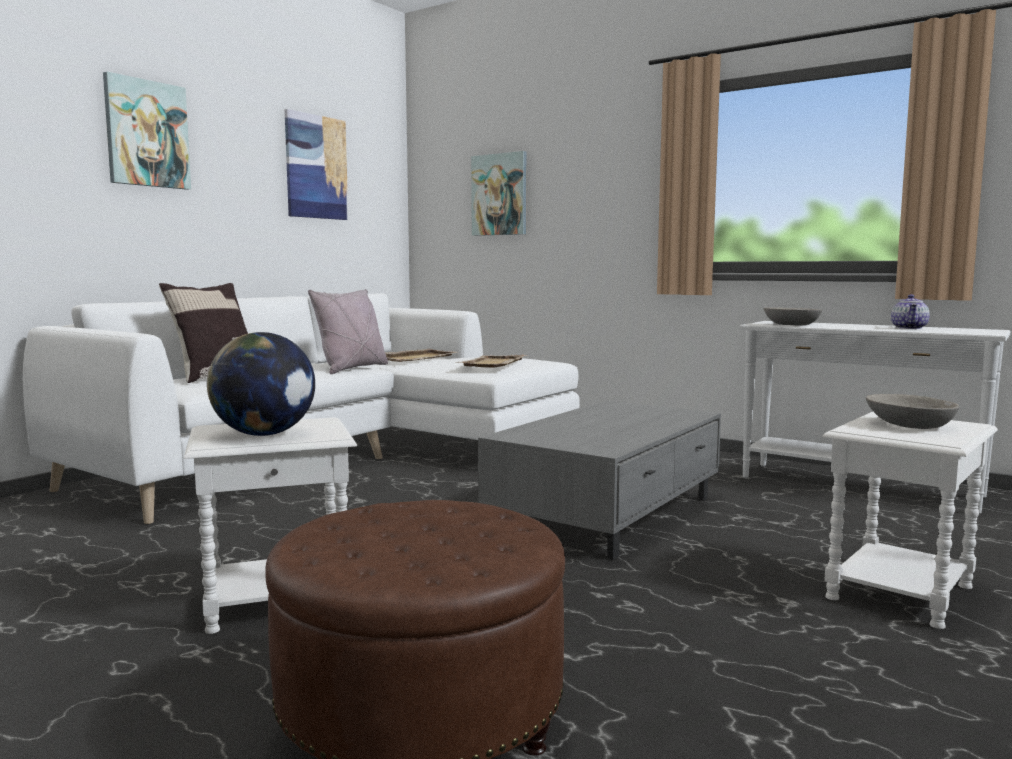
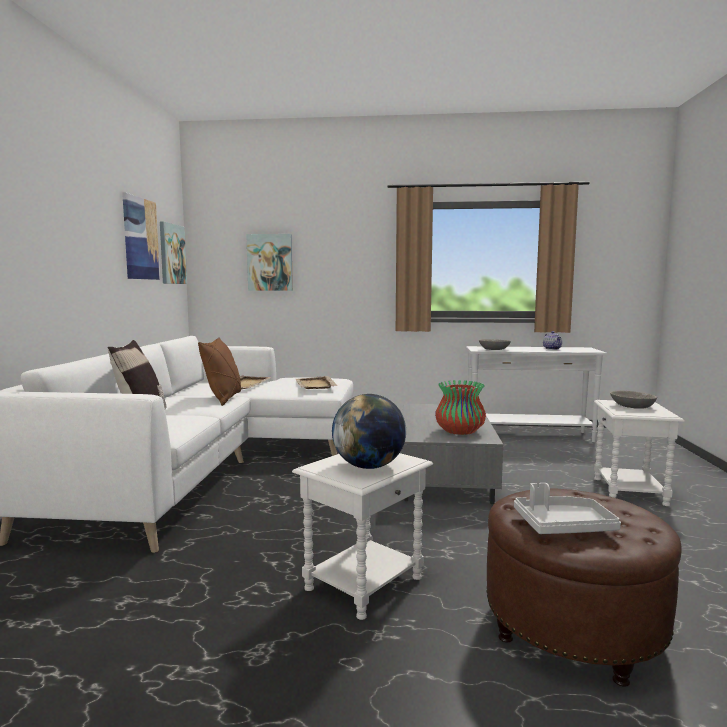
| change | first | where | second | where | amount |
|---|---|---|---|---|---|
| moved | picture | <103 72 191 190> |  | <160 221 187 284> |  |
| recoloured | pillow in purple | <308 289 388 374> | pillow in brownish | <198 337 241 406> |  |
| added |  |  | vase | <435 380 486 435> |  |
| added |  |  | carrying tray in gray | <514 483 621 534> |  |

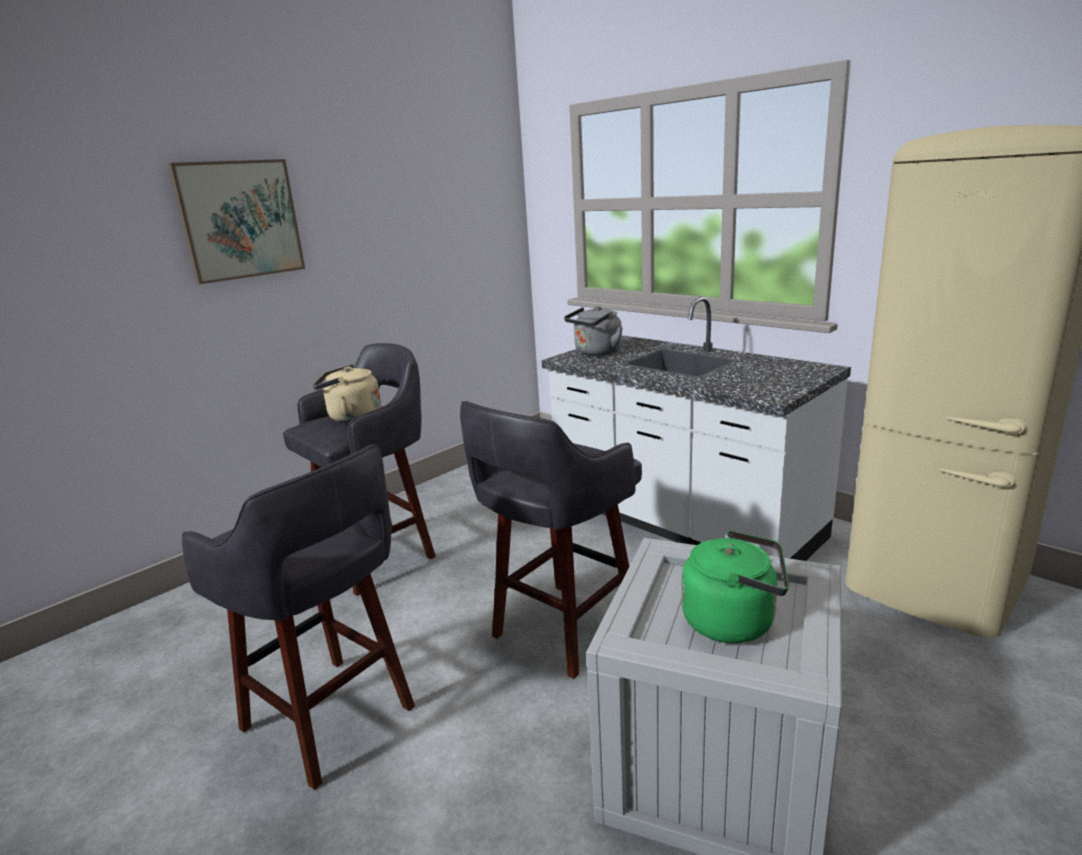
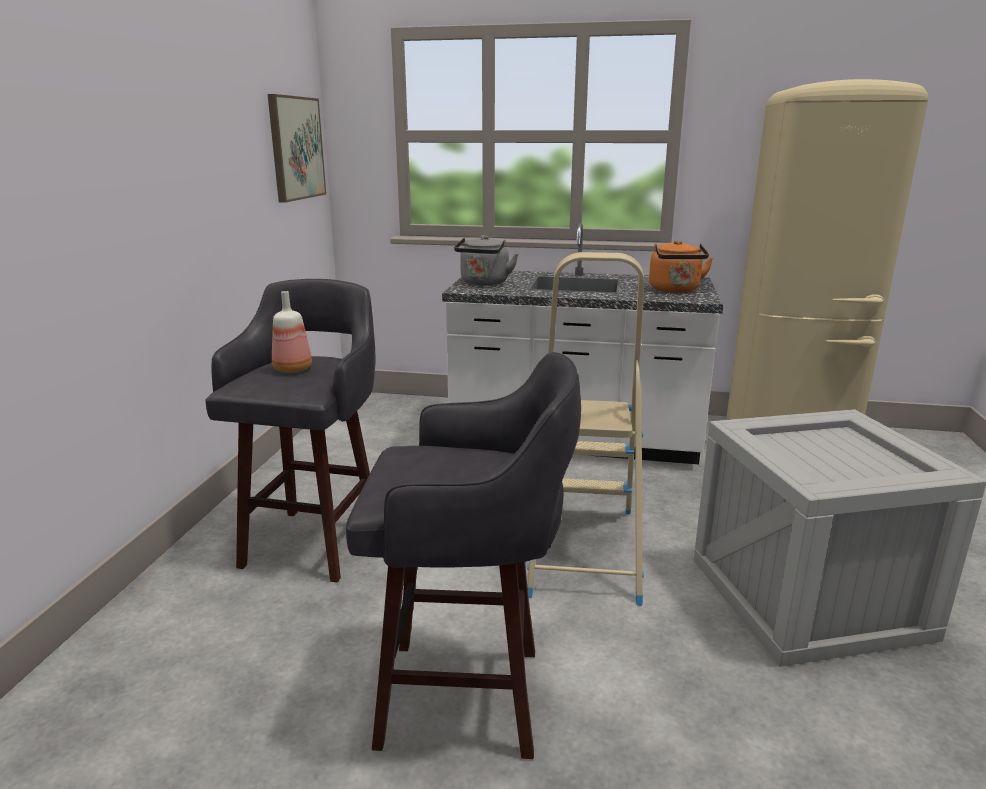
| change | first | where | second | where | amount |
|---|---|---|---|---|---|
| moved | picture | <168 159 305 284> |  | <268 94 326 203> |  |
| replaced | tea kettle in sand-coloured | <313 364 381 423> | beverage bottle | <272 291 312 373> |  |
| replaced | stool seat in gray | <460 401 642 679> | step stool in sand-coloured | <527 252 644 606> |  |
| removed | tea kettle in green-coloured | <682 530 789 643> |  |  |  |
| added |  |  | tea kettle in orange | <649 240 713 293> |  |

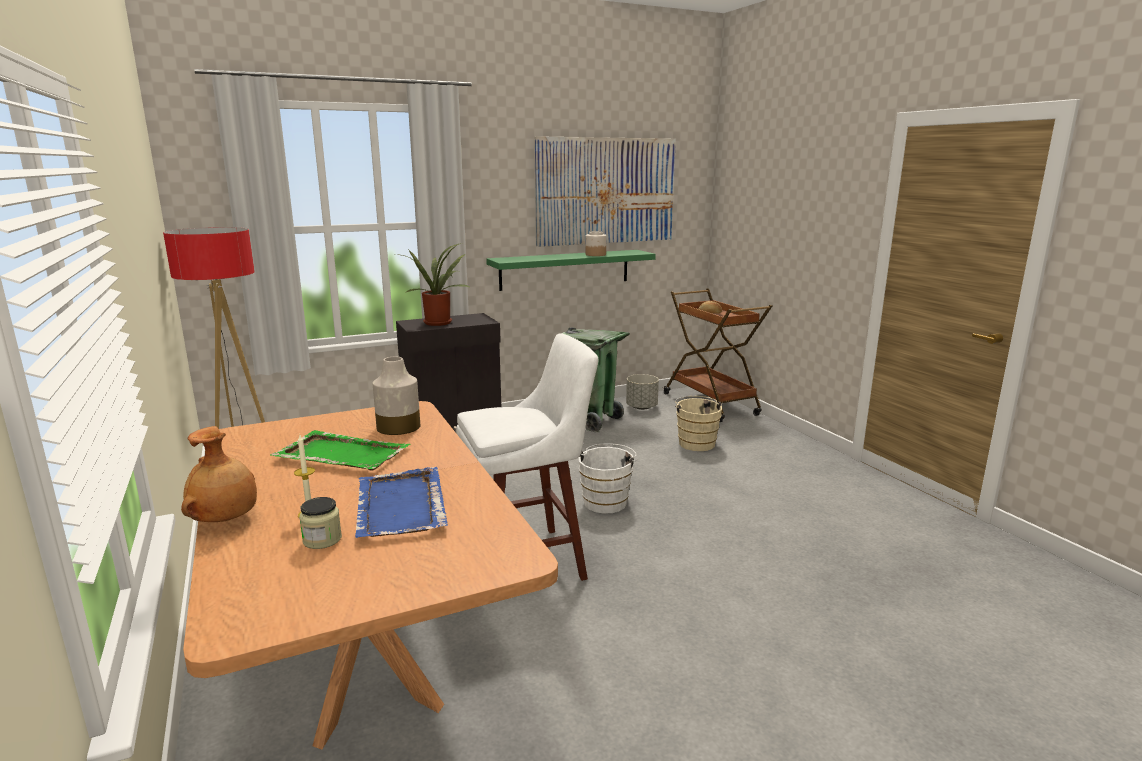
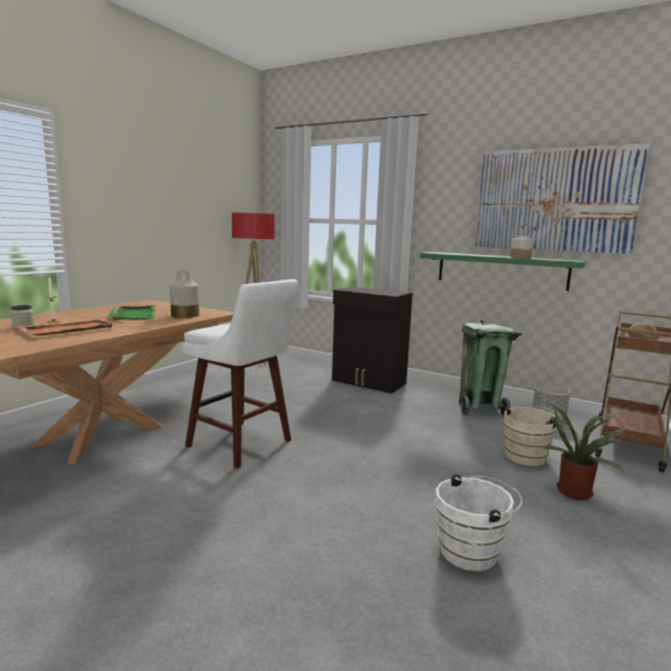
| change | first | where | second | where | amount |
|---|---|---|---|---|---|
| removed | vase in brownish | <181 426 257 522> |  |  |  |
| recoloured | carrying tray in blue-coloured | <355 467 448 538> | carrying tray in orange | <17 319 118 336> |  |
| moved | houseplant | <395 243 472 326> |  | <540 402 636 500> |  |
| moved | water bucket in white-coloured | <578 444 638 514> |  | <435 474 522 571> |  |

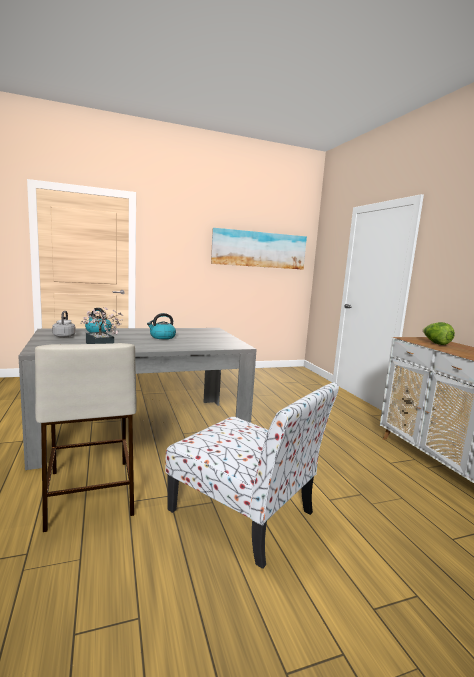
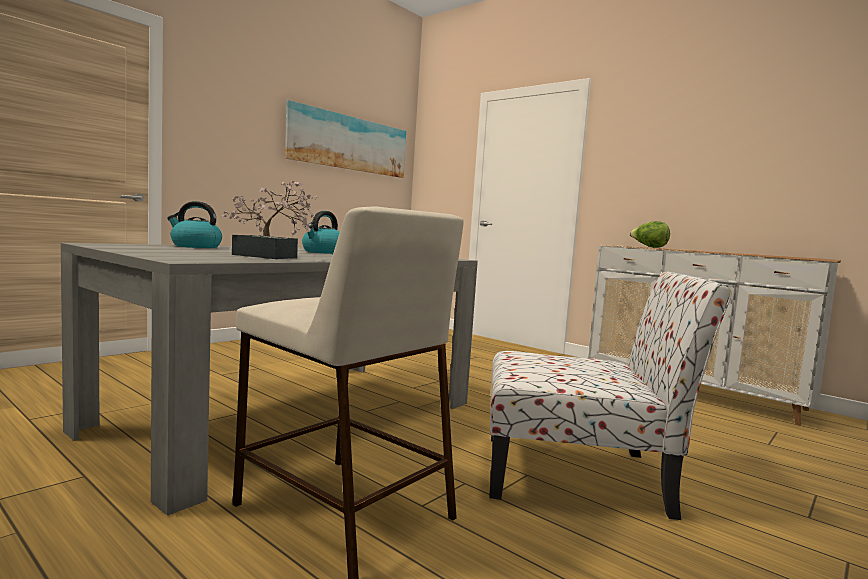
| change | first | where | second | where | amount |
|---|---|---|---|---|---|
| removed | tea kettle in gray | <52 311 76 338> |  |  |  |

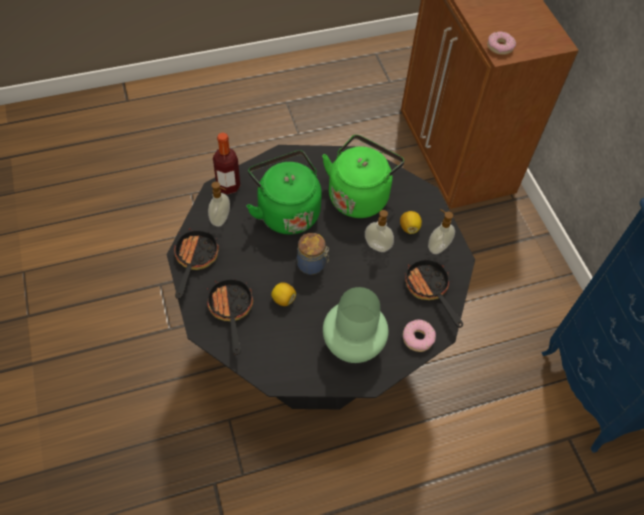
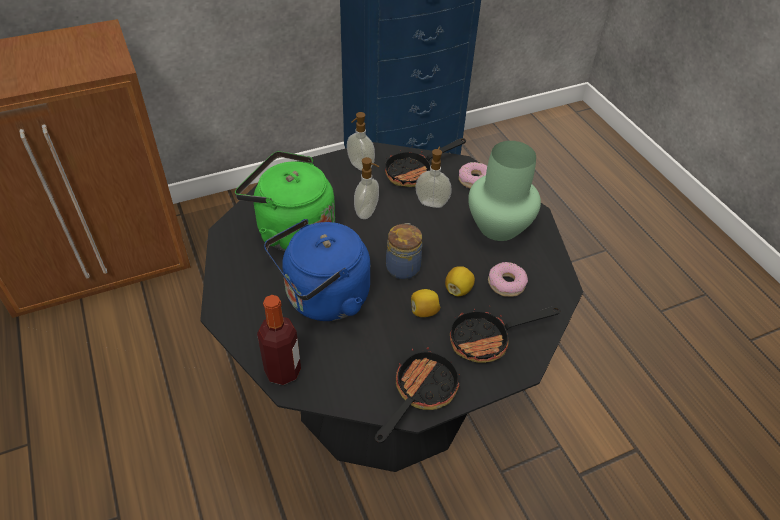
| change | first | where | second | where | amount |
|---|---|---|---|---|---|
| turned | frying pan | <174 228 219 299> |  | <375 347 460 443> | 120 degrees clockwise |
| moved | soap bottle | <208 182 230 227> |  | <416 147 451 208> |  |
| recoloured | tea kettle in green-coloured | <246 150 322 235> | tea kettle in blue-coloured | <264 219 370 321> |  |
| moved | citrus fruit | <400 211 422 234> |  | <411 289 440 317> |  |
| moved | ring doughnut | <487 32 516 55> |  | <488 262 528 297> |  |

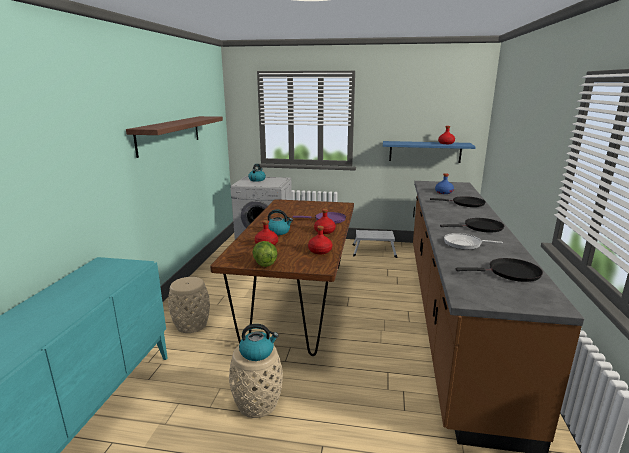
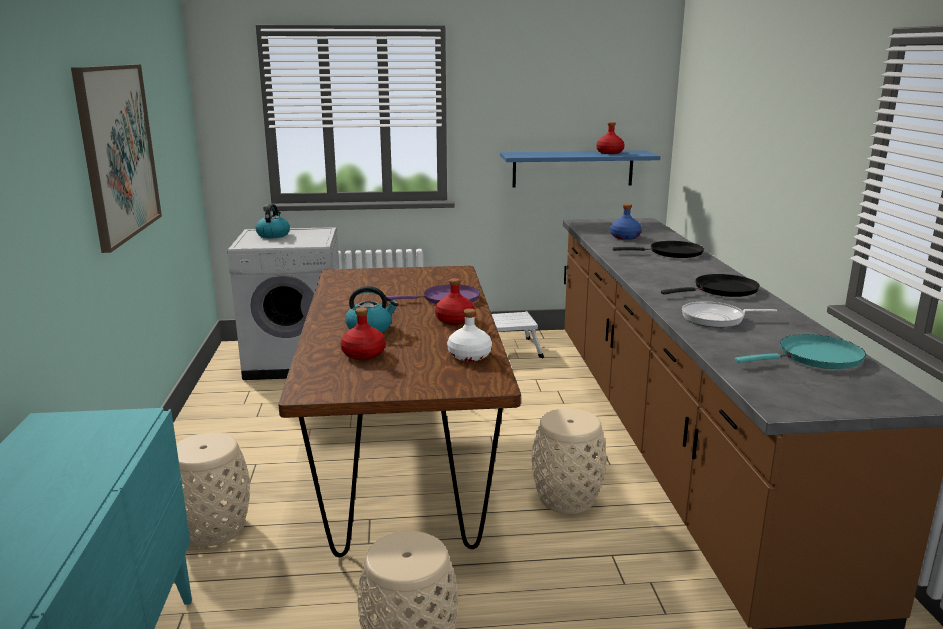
| change | first | where | second | where | amount |
|---|---|---|---|---|---|
| replaced | wall shelf | <126 116 223 158> | picture | <71 65 162 253> |  |
| removed | tea kettle | <239 324 279 361> |  |  |  |
| removed | lettuce | <252 241 277 267> |  |  |  |
| recoloured | beverage bottle in red | <308 226 333 254> | beverage bottle in white-coloured | <447 308 492 361> |  |
| recoloured | frying pan in black | <455 258 543 282> | frying pan in turquoise | <735 334 866 369> |  |
| added |  |  | stool seat in sand-coloured | <532 408 607 514> |  |

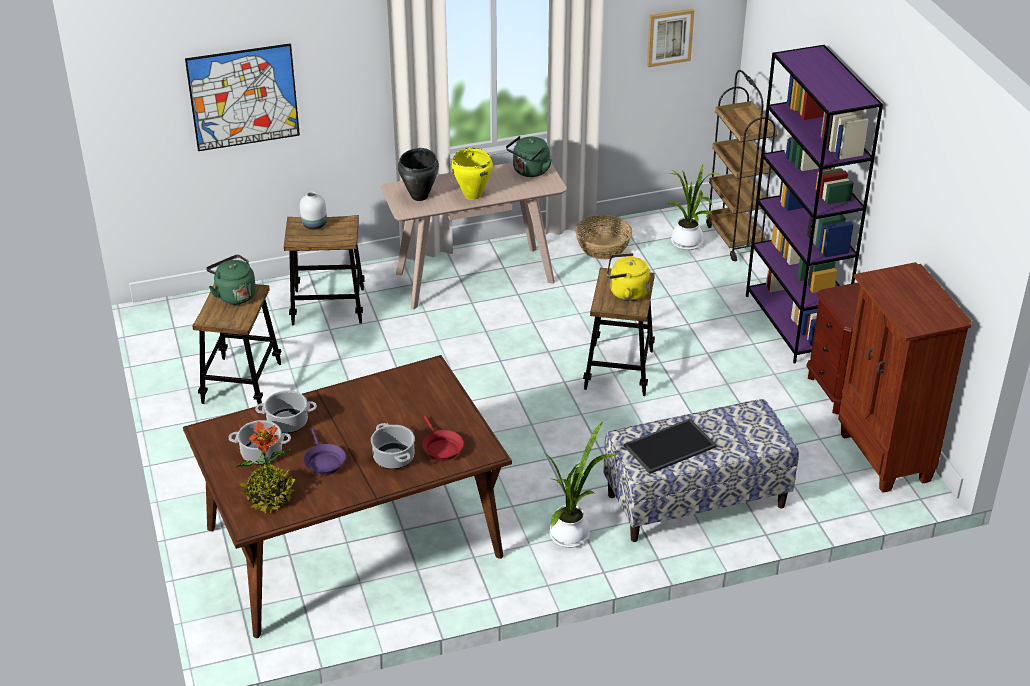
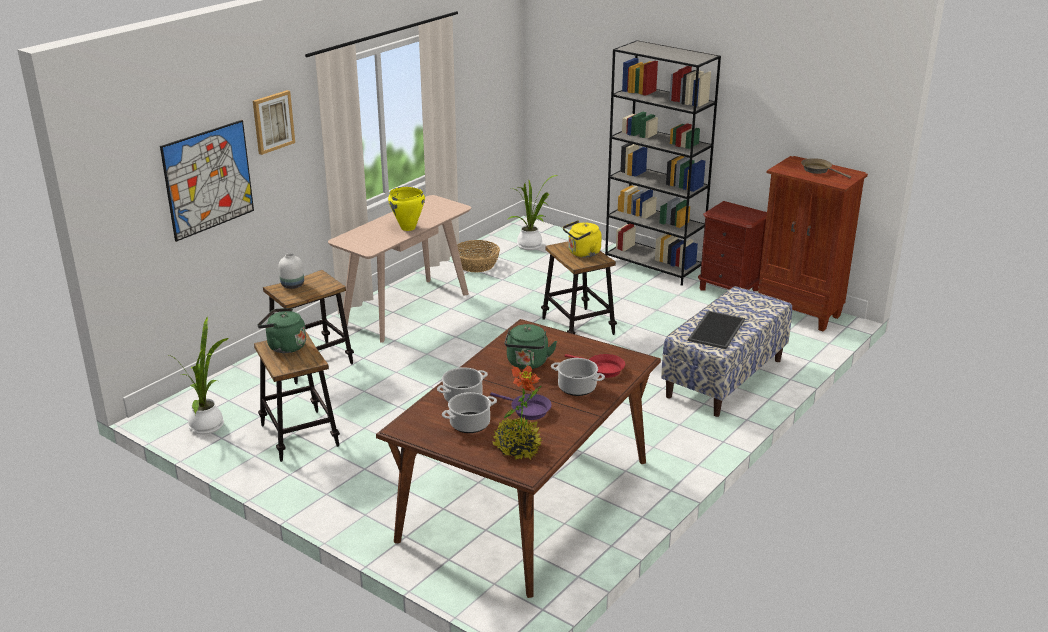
| change | first | where | second | where | amount |
|---|---|---|---|---|---|
| removed | saucepot in black | <398 148 439 201> |  |  |  |
| moved | tea kettle in green-coloured | <506 136 552 177> |  | <505 324 557 369> |  |
| moved | houseplant | <545 421 616 548> |  | <169 316 229 435> |  |
| moved | picture | <647 9 694 67> |  | <253 90 295 155> |  |
| removed | trolley in brownish | <706 70 777 261> |  |  |  |
| recoloured | bookshelf in purple | <746 45 883 363> | bookshelf in gray | <605 40 721 286> |  |
| added |  |  | frying pan in brownish | <801 158 851 178> |  |

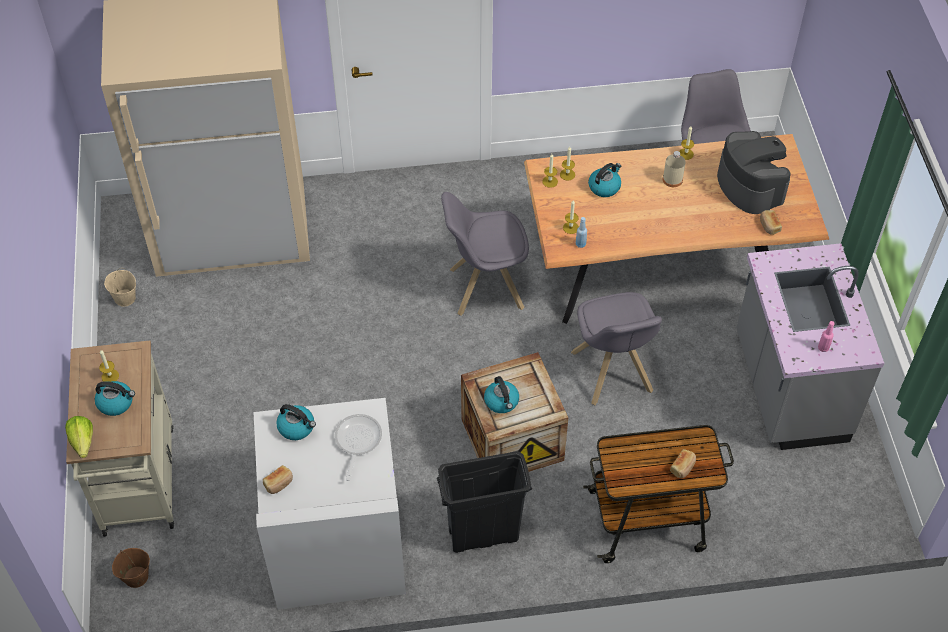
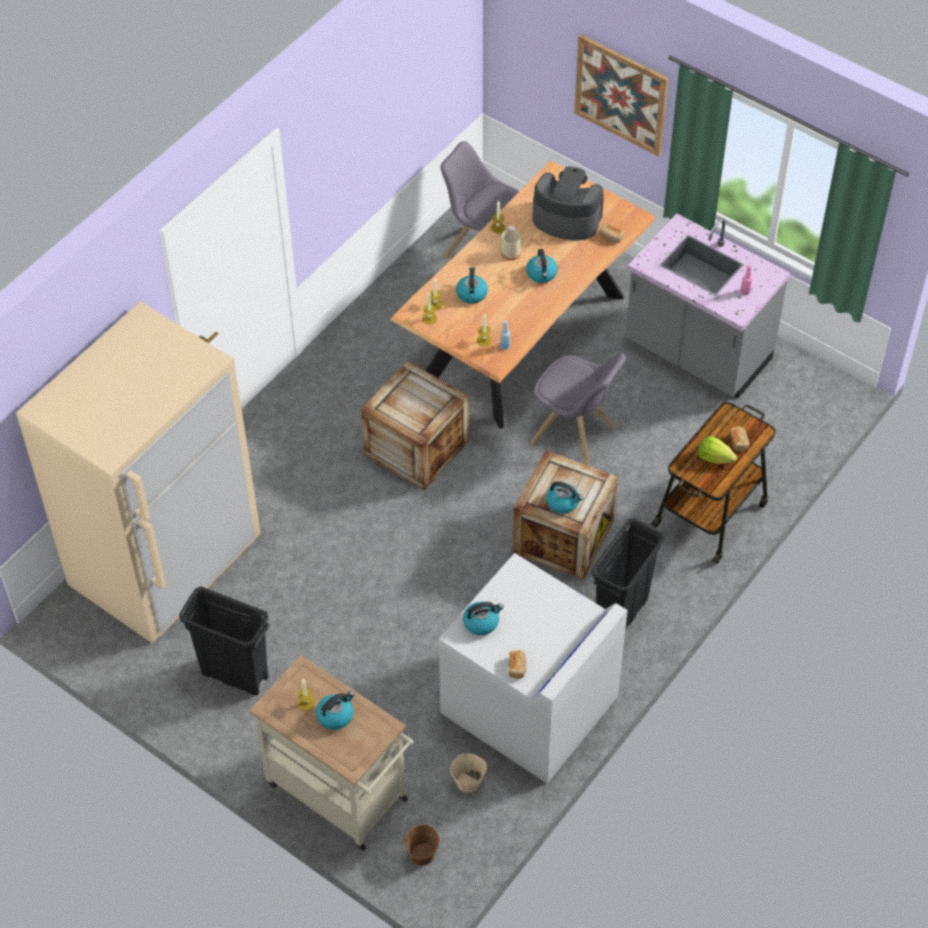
| change | first | where | second | where | amount |
|---|---|---|---|---|---|
| moved | lettuce | <65 416 93 458> |  | <698 436 737 464> |  |
| moved | water bucket in sand-coloured | <104 268 136 307> |  | <450 753 487 793> |  |
| removed | frying pan | <335 414 382 481> |  |  |  |
| replaced | upright chair in gray | <441 192 529 316> | packing crate | <361 361 469 490> |  |
| added |  |  | waste bin in black | <179 586 270 696> |  |
| added |  |  | tea kettle | <526 249 558 283> |  |
| added |  |  | picture | <574 34 669 157> |  |

